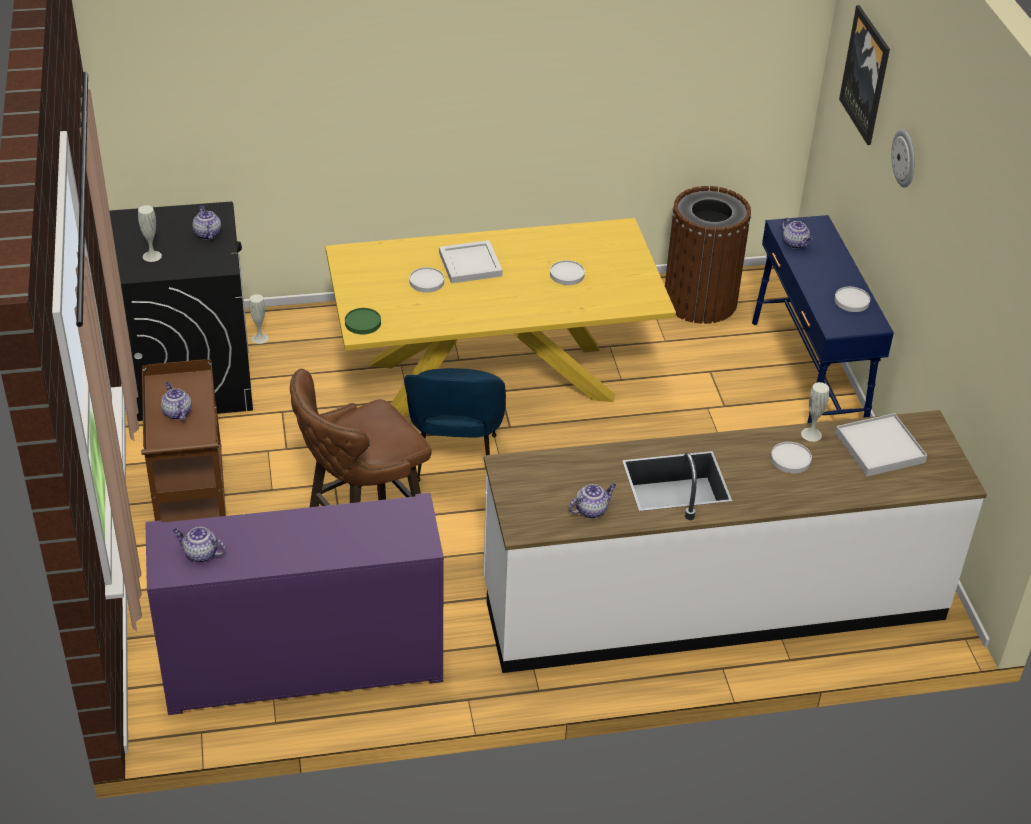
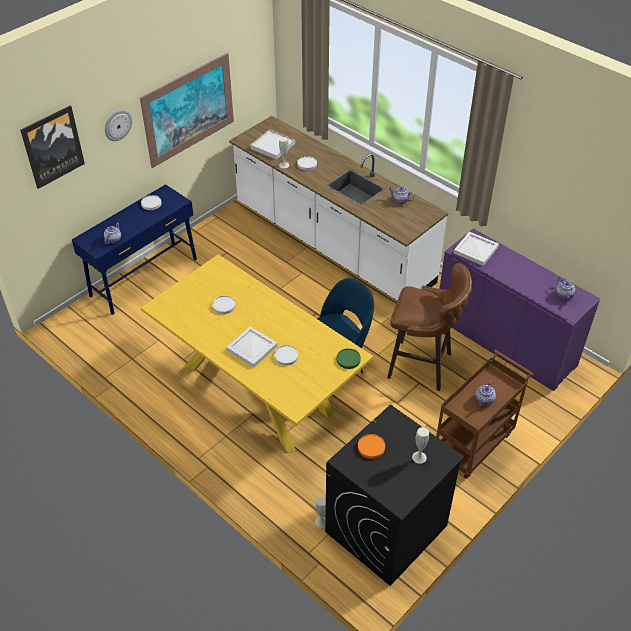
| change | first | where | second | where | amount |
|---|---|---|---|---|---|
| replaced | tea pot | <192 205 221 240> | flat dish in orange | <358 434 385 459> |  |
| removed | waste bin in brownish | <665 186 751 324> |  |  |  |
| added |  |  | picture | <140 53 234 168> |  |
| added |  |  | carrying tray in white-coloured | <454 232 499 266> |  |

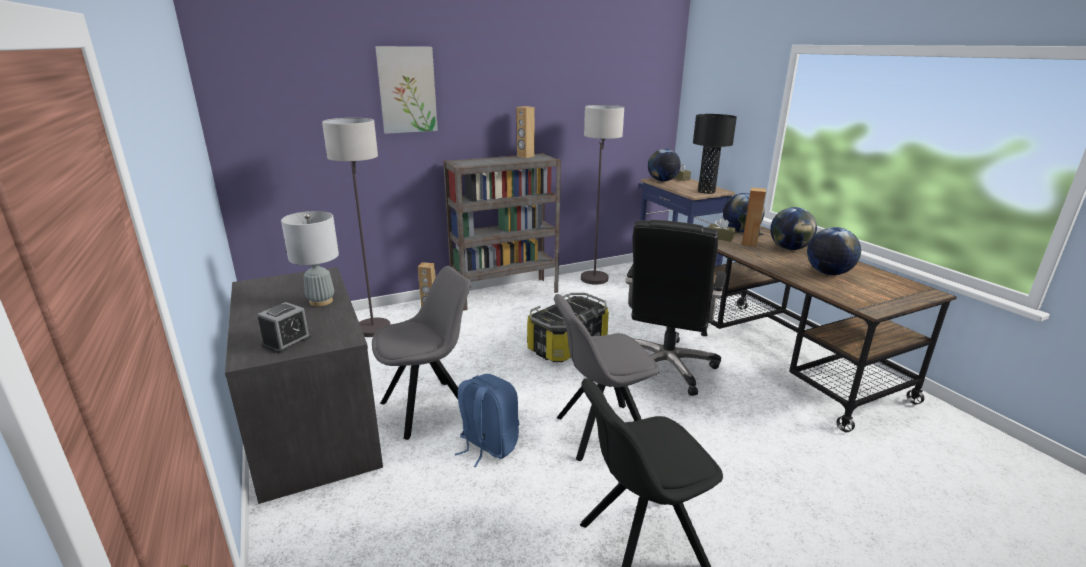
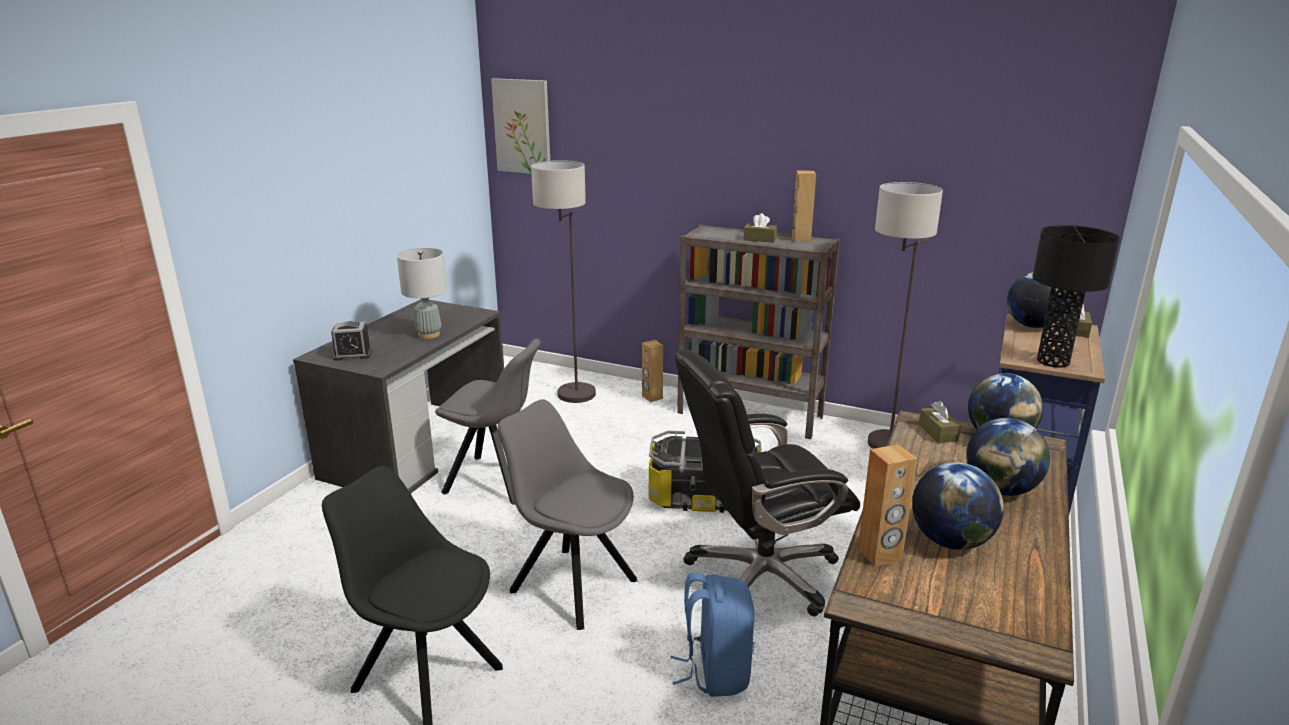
| change | first | where | second | where | amount |
|---|---|---|---|---|---|
| moved | picture | <375 46 438 134> |  | <491 78 550 174> |  |
| moved | knapsack in blue-coloured | <455 374 519 467> |  | <670 572 754 697> |  |
| moved | speaker in brownish | <742 187 766 247> |  | <858 444 917 567> |  |
| added |  |  | tissue holder in brownish | <743 213 777 243> |  |

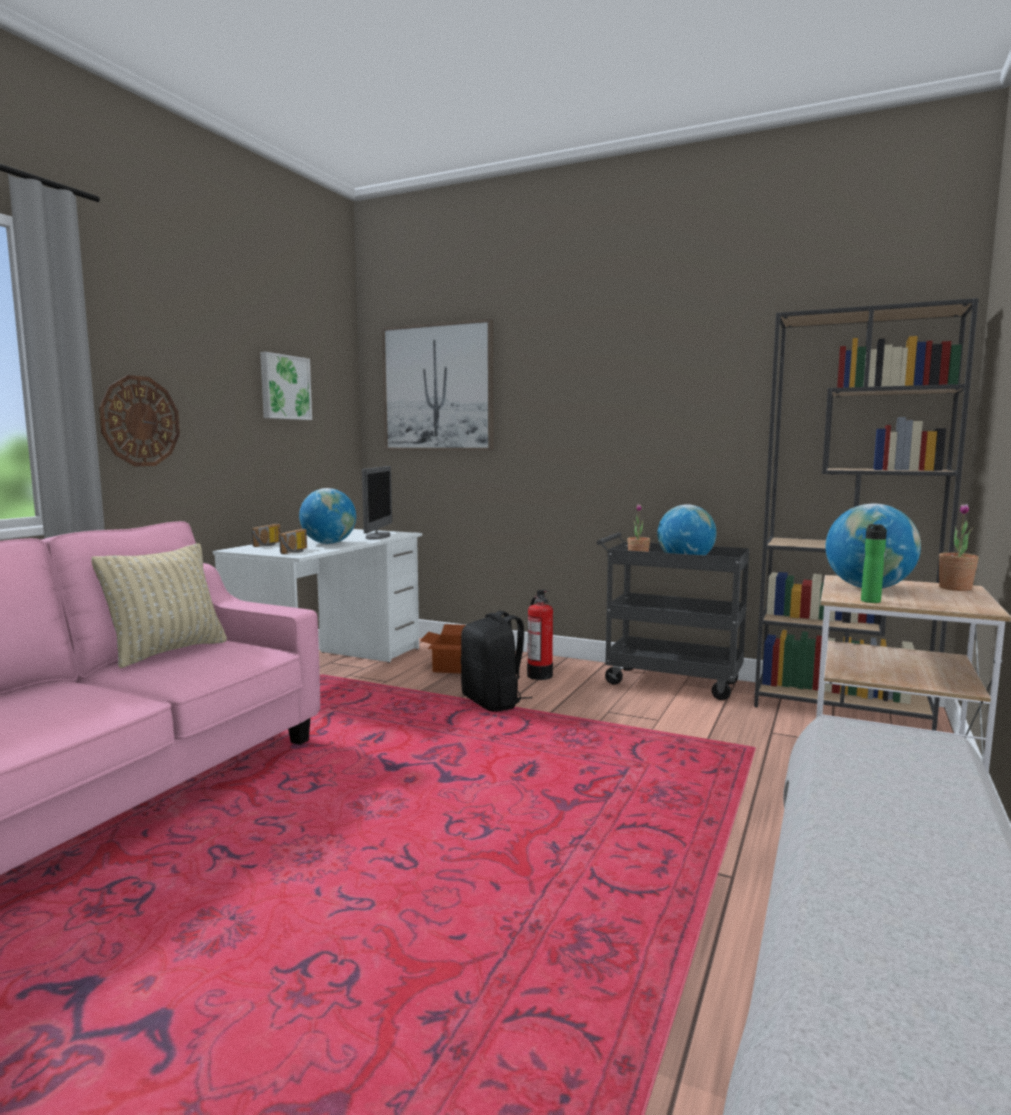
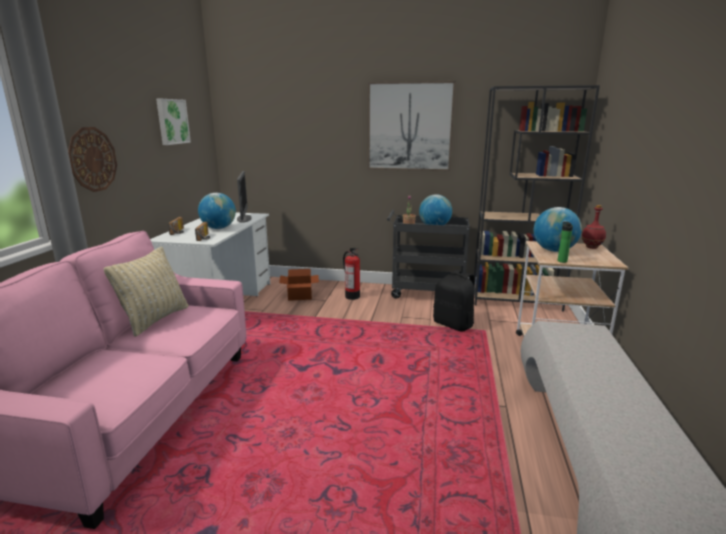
| change | first | where | second | where | amount |
|---|---|---|---|---|---|
| moved | picture | <382 319 493 451> |  | <368 81 456 171> |  |
| moved | knapsack in black | <461 611 532 712> |  | <433 270 475 332> |  |
| replaced | houseplant | <939 504 978 591> | beverage bottle in red | <581 205 606 249> |  |

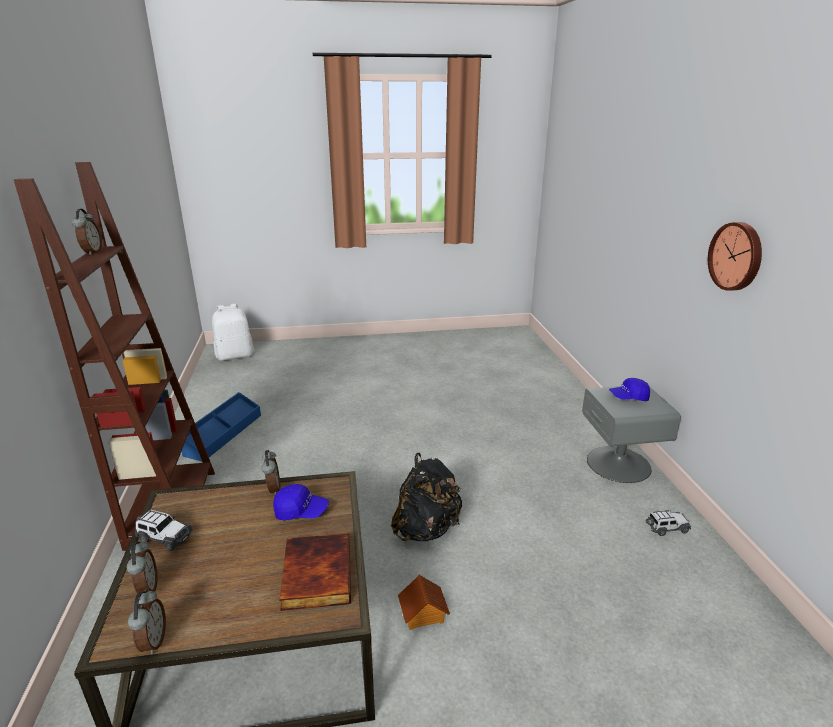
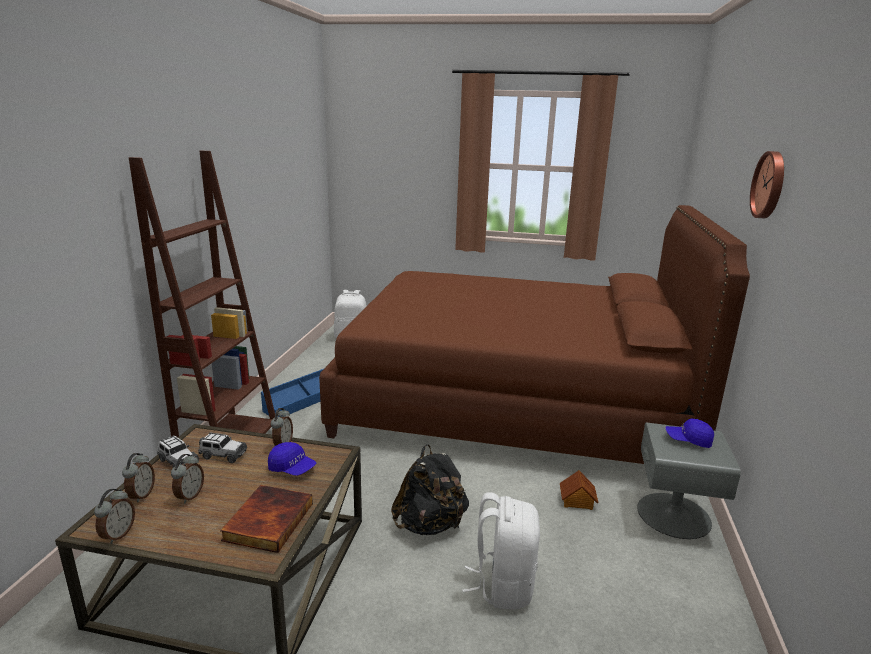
| change | first | where | second | where | amount |
|---|---|---|---|---|---|
| moved | table clock | <72 209 102 255> |  | <171 454 204 503> |  |
| moved | miniature house | <398 575 450 630> |  | <560 470 599 510> |  |
| moved | toy car | <645 510 691 536> |  | <198 432 247 463> |  |
| moved | wall clock | <708 222 762 291> |  | <750 151 784 218> |  |
| added |  |  | sleeping bed in brownish | <319 205 750 464> |  |
| added |  |  | knapsack in white-coloured | <462 493 540 609> |  |

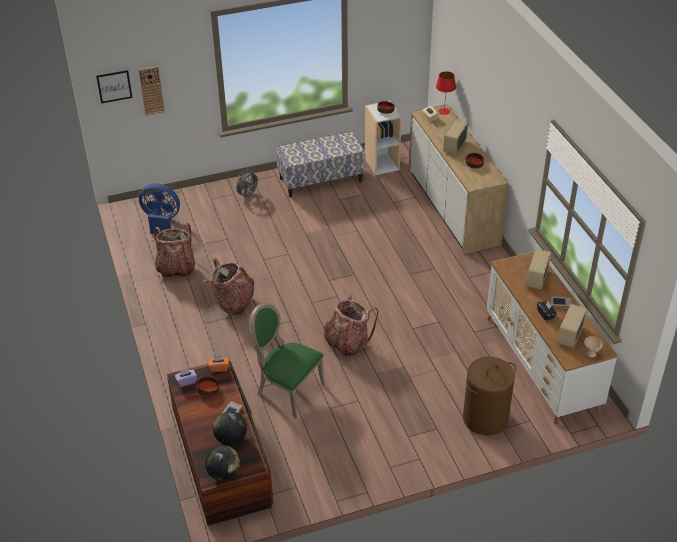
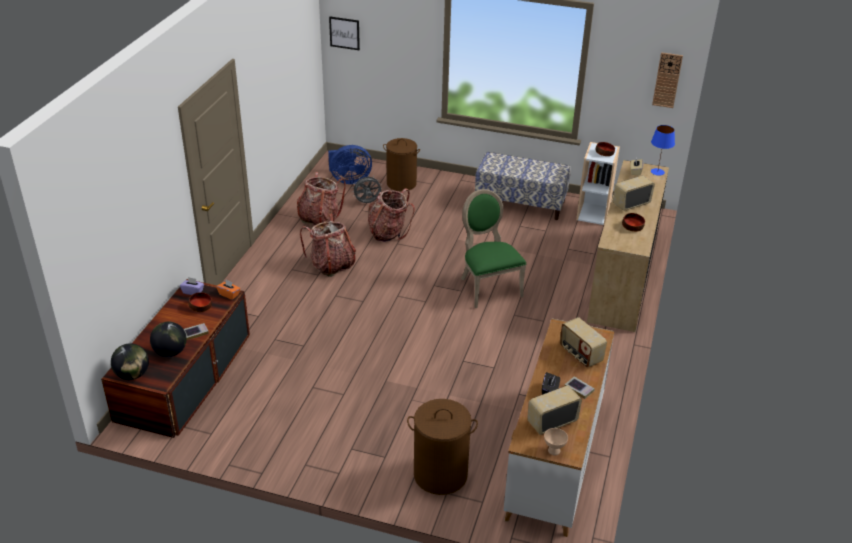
| change | first | where | second | where | amount |
|---|---|---|---|---|---|
| moved | wall clock | <139 66 165 115> |  | <652 52 683 108> |  |
| turned | fan in blue-coloured | <139 183 180 234> |  | <328 145 372 184> | 120 degrees clockwise |
| moved | fan in gray | <234 169 258 197> |  | <352 174 382 203> |  |
| moved | upright chair in green-coloured | <249 303 325 418> |  | <461 189 526 308> |  |
| moved | knapsack | <324 293 378 357> |  | <368 189 415 242> |  |
| recoloured | tabletop lamp in red | <436 71 456 115> | tabletop lamp in blue-coloured | <651 125 675 175> |  |
| turned | radio | <525 249 551 290> |  | <560 317 607 368> | 90 degrees counterclockwise |
| added |  |  | hamper in brownish | <383 138 420 192> |  |

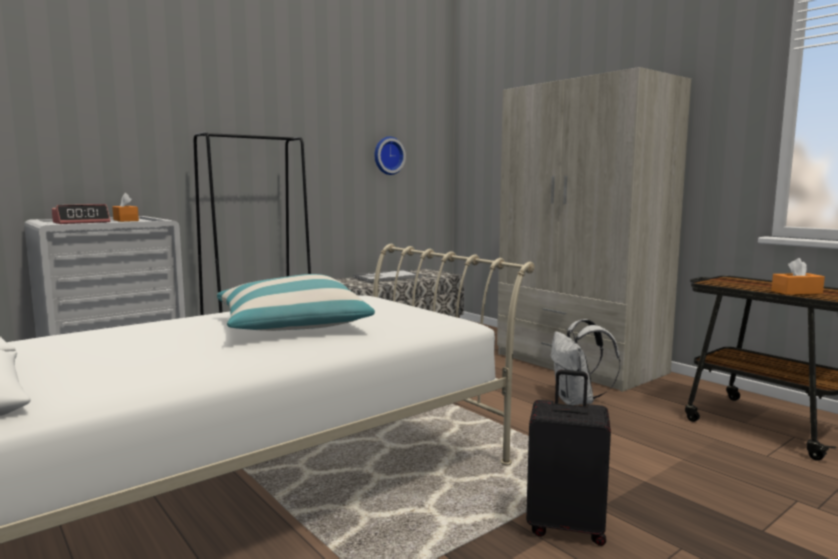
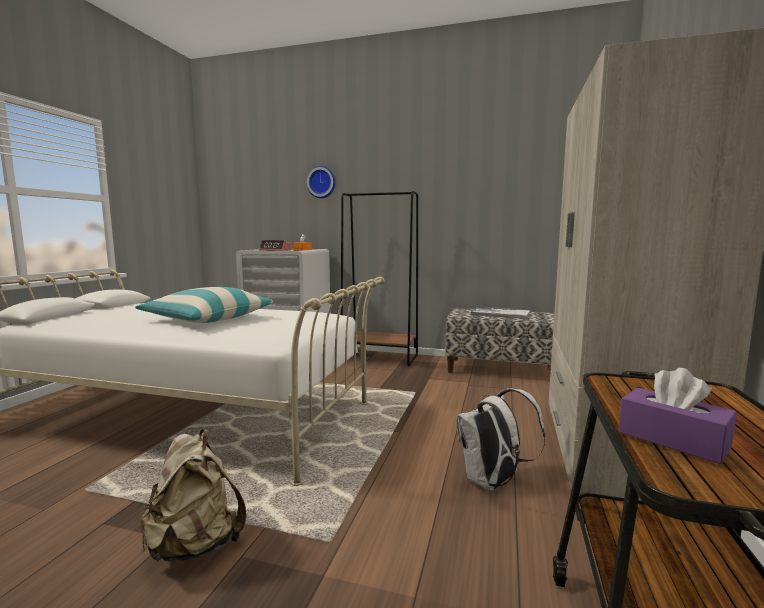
| change | first | where | second | where | amount |
|---|---|---|---|---|---|
| moved | wall clock | <374 136 406 175> |  | <307 166 336 198> |  |
| replaced | suitcase in black | <526 370 611 546> | knapsack in sand-coloured | <140 429 246 562> |  |
| recoloured | tissue holder in orange | <771 258 825 295> | tissue holder in purple | <619 368 737 464> |  |

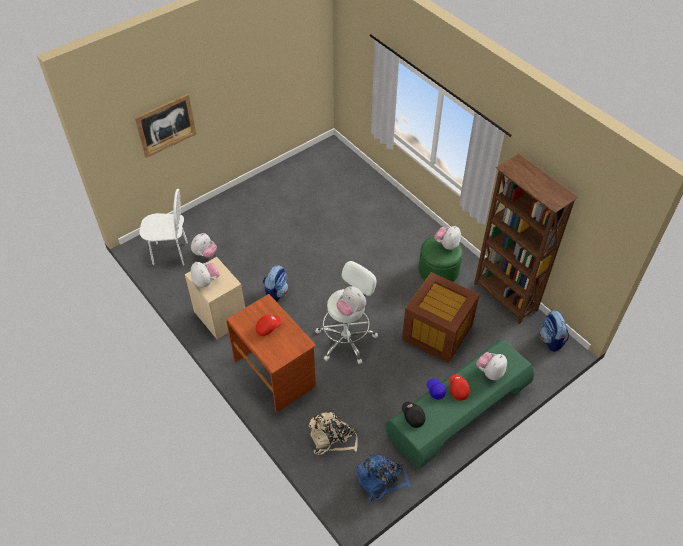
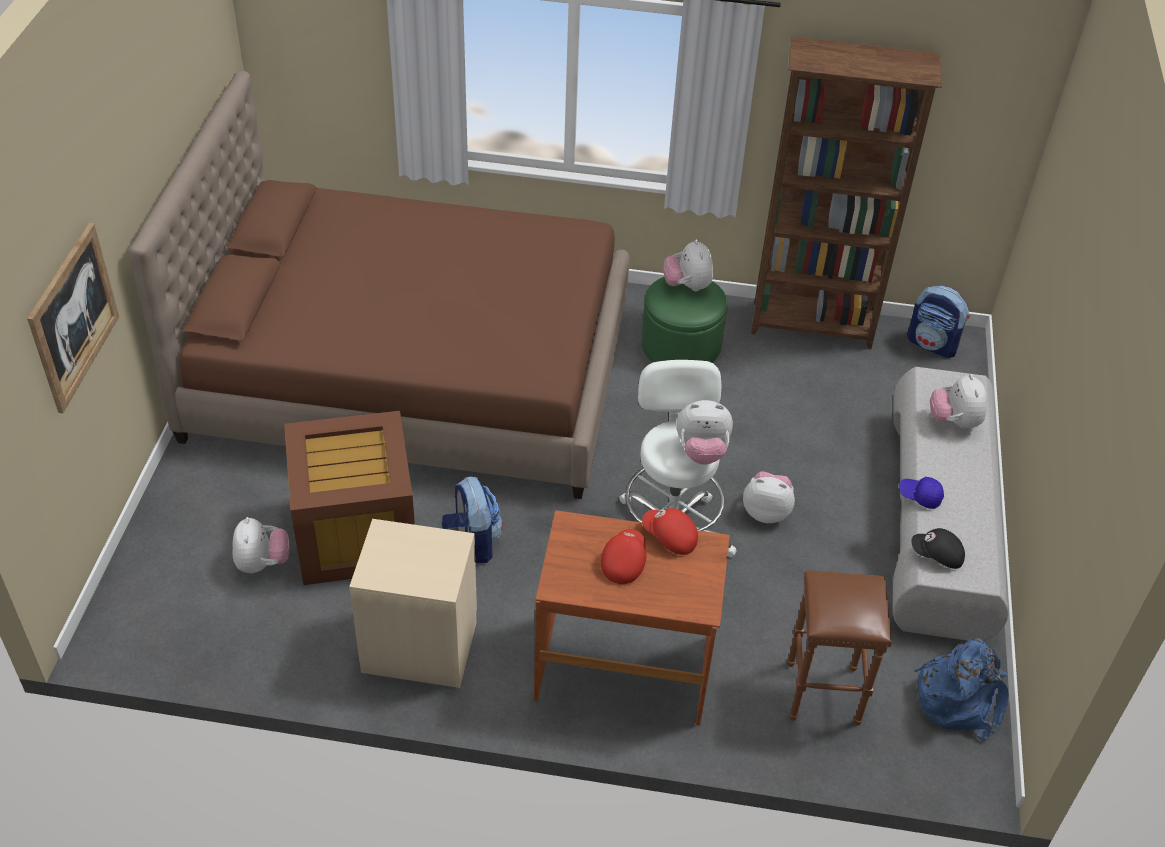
| change | first | where | second | where | amount |
|---|---|---|---|---|---|
| removed | upright chair in white-coloured | <139 189 188 265> |  |  |  |
| moved | plush toy | <191 262 220 288> |  | <743 471 795 523> |  |
| replaced | knapsack in sand-coloured | <309 412 358 455> | stool seat in brownish | <787 571 892 726> |  |
| recoloured | long seat in green-coloured | <385 339 534 469> | long seat in gray | <893 367 1008 642> |  |
| moved | storage box in brownish | <402 272 480 363> |  | <284 411 415 585> |  |
| moved | baseball cap in red | <449 374 470 401> |  | <642 508 698 555> |  |
| added |  |  | sleeping bed in brownish | <128 71 630 499> |  |

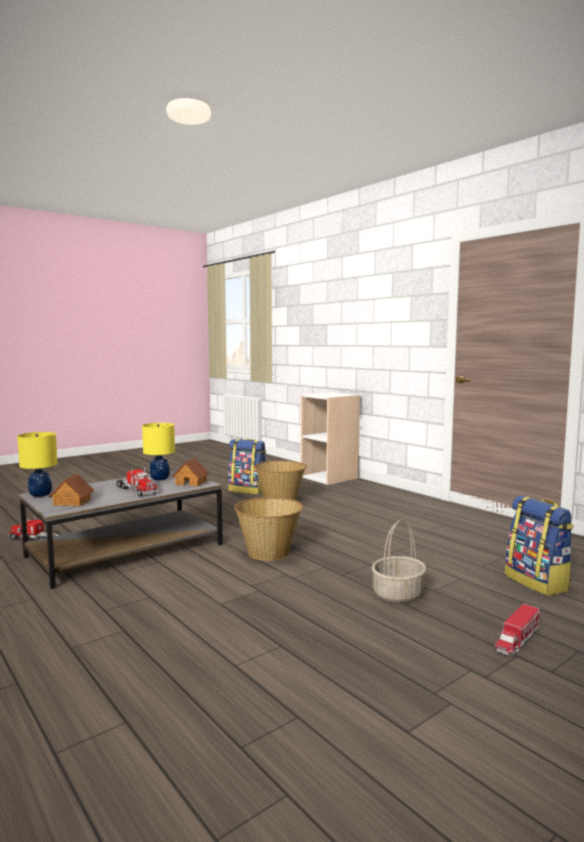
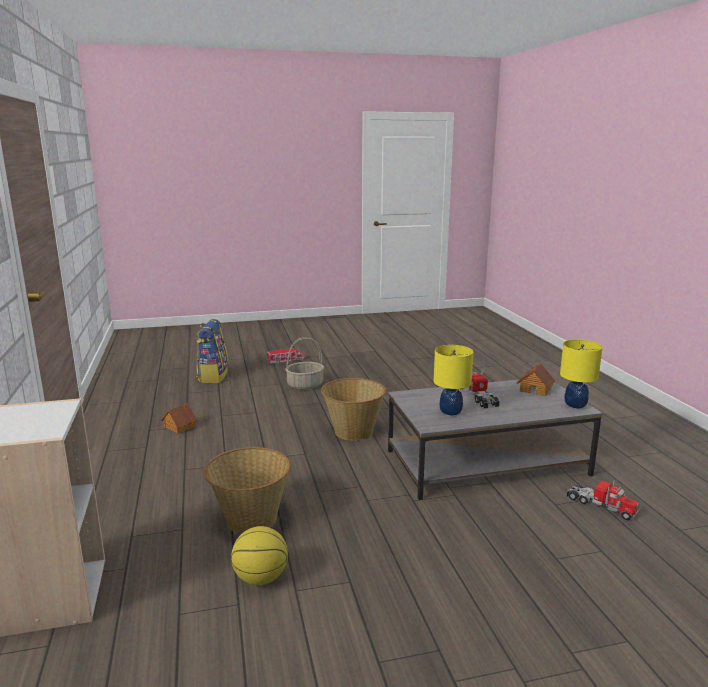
| change | first | where | second | where | amount |
|---|---|---|---|---|---|
| moved | miniature house | <172 458 209 486> |  | <161 403 197 434> |  |
| replaced | knapsack | <228 439 266 494> | basketball ball | <231 526 288 585> |  |

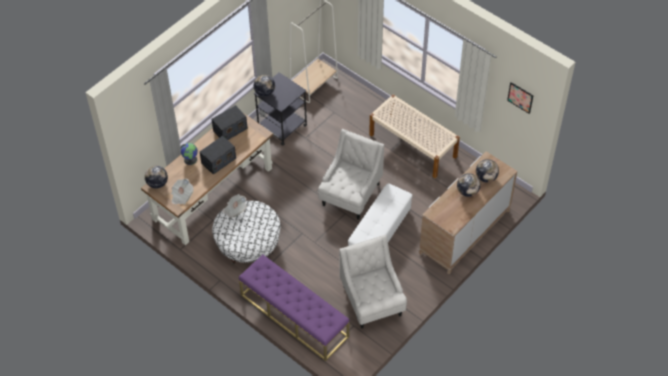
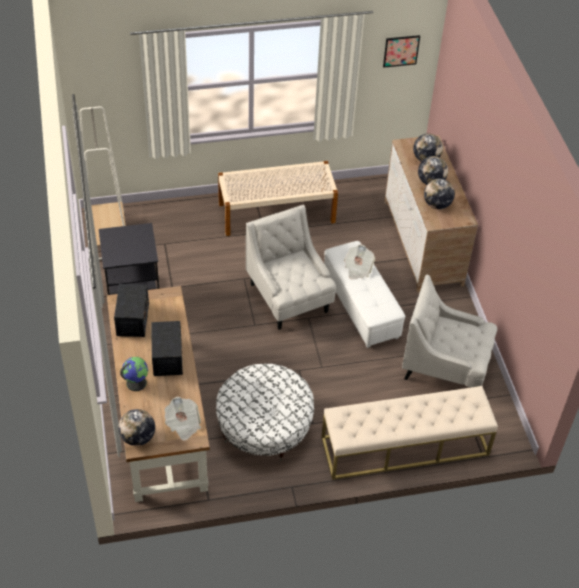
| change | first | where | second | where | amount |
|---|---|---|---|---|---|
| moved | newspaper | <223 194 246 219> |  | <344 245 375 280> |  |
| recoloured | long seat in purple | <239 255 349 361> | long seat in sand-coloured | <321 386 498 480> |  |
| moved | globe | <254 75 275 97> |  | <424 179 455 209> |  |

